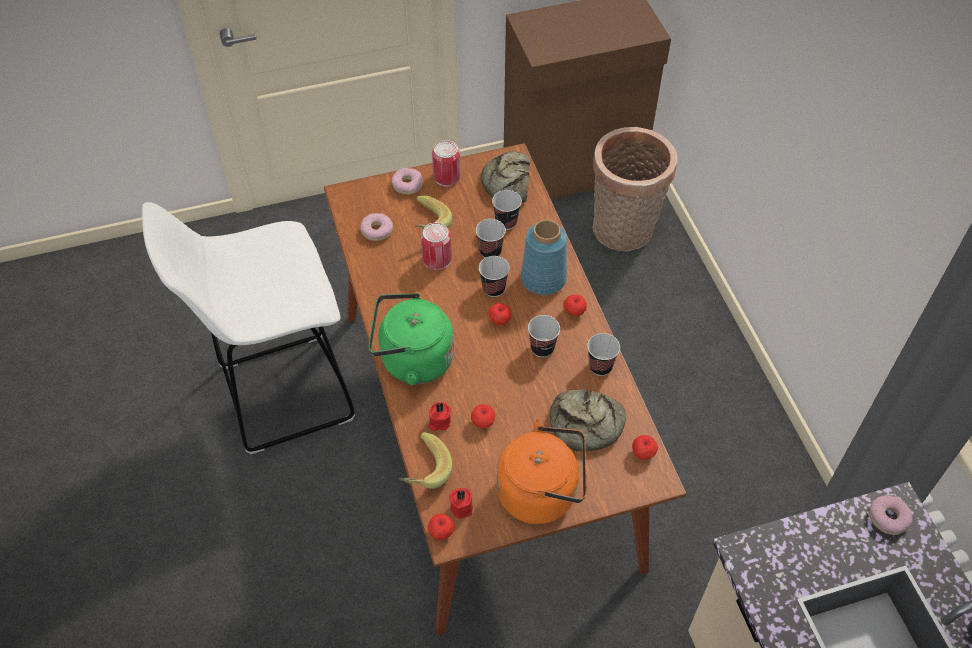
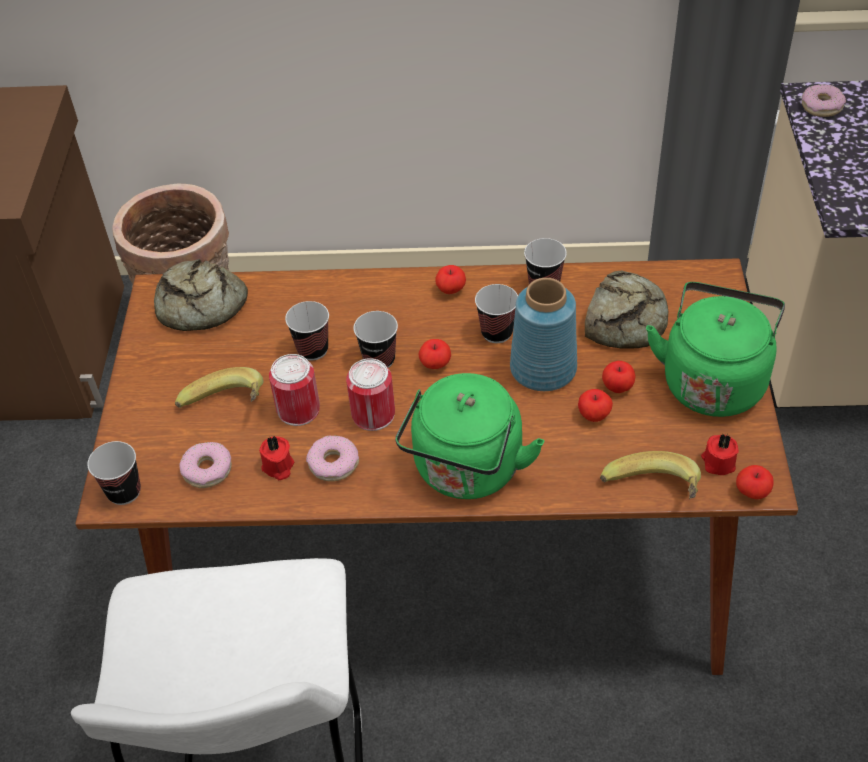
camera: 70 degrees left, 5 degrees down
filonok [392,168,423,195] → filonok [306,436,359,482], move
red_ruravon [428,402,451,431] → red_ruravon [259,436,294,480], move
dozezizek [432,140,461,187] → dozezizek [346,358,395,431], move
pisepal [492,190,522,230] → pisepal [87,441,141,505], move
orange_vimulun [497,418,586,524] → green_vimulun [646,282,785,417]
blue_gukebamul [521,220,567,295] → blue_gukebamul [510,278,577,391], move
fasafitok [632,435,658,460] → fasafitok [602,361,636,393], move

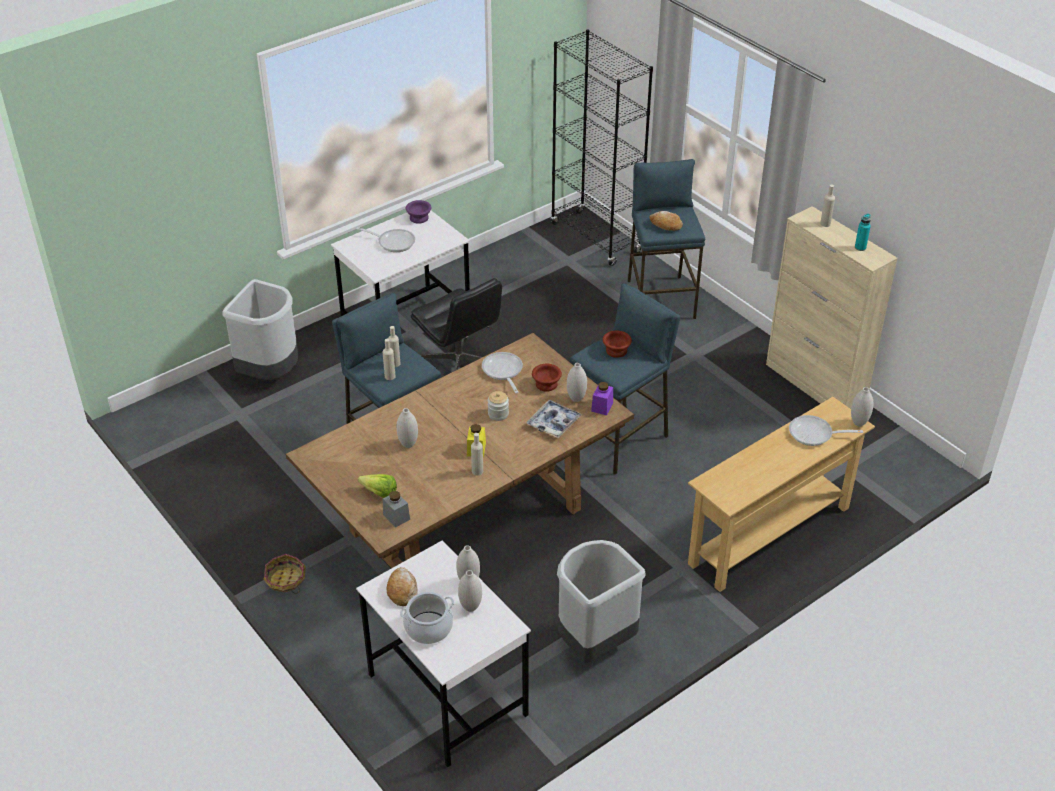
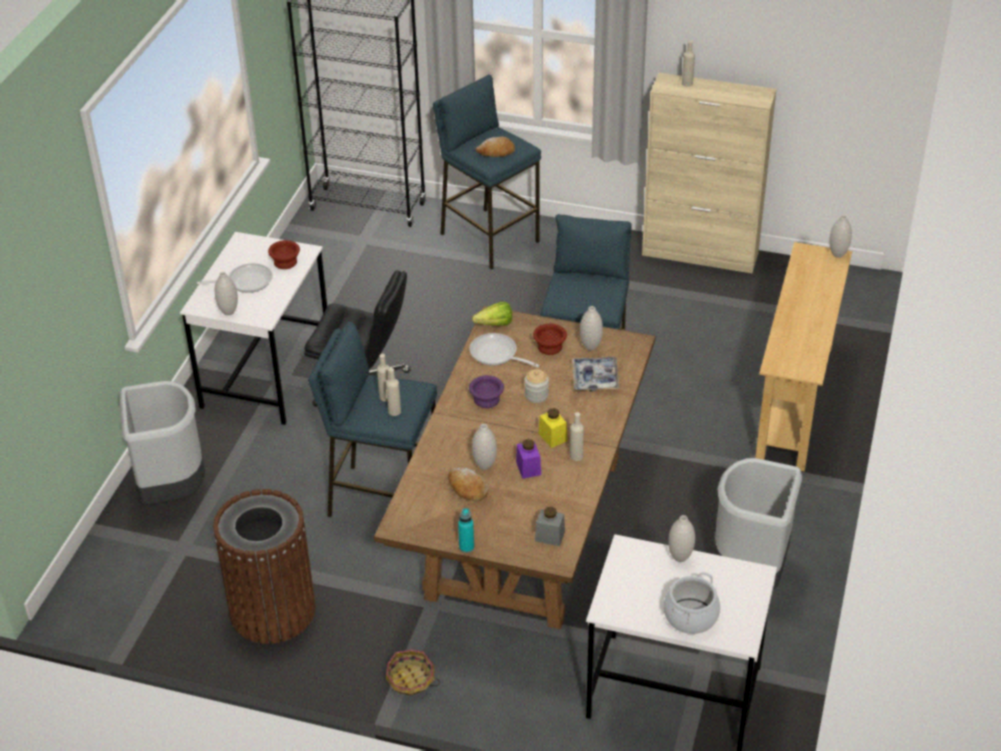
camera: 35 degrees left, 0 degrees up
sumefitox [358,474,397,498] → sumefitox [472,302,512,326], move
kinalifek [387,567,418,606] → kinalifek [448,467,489,501], move
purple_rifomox [406,200,432,224] → purple_rifomox [469,375,504,408], move
white_gukebamul [458,570,482,612] → white_gukebamul [215,272,238,315], move
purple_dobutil [591,382,613,415] → purple_dobutil [516,439,541,479], move
brown_rifomox [603,330,632,358] → brown_rifomox [268,240,300,269], move
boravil [789,415,863,446] → -
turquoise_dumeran [855,213,871,251] → turquoise_dumeran [458,508,474,553], move
- → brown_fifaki [213,489,316,644]

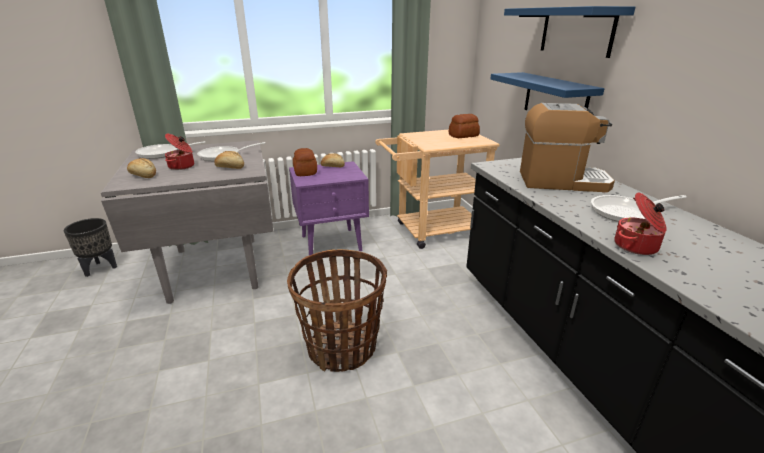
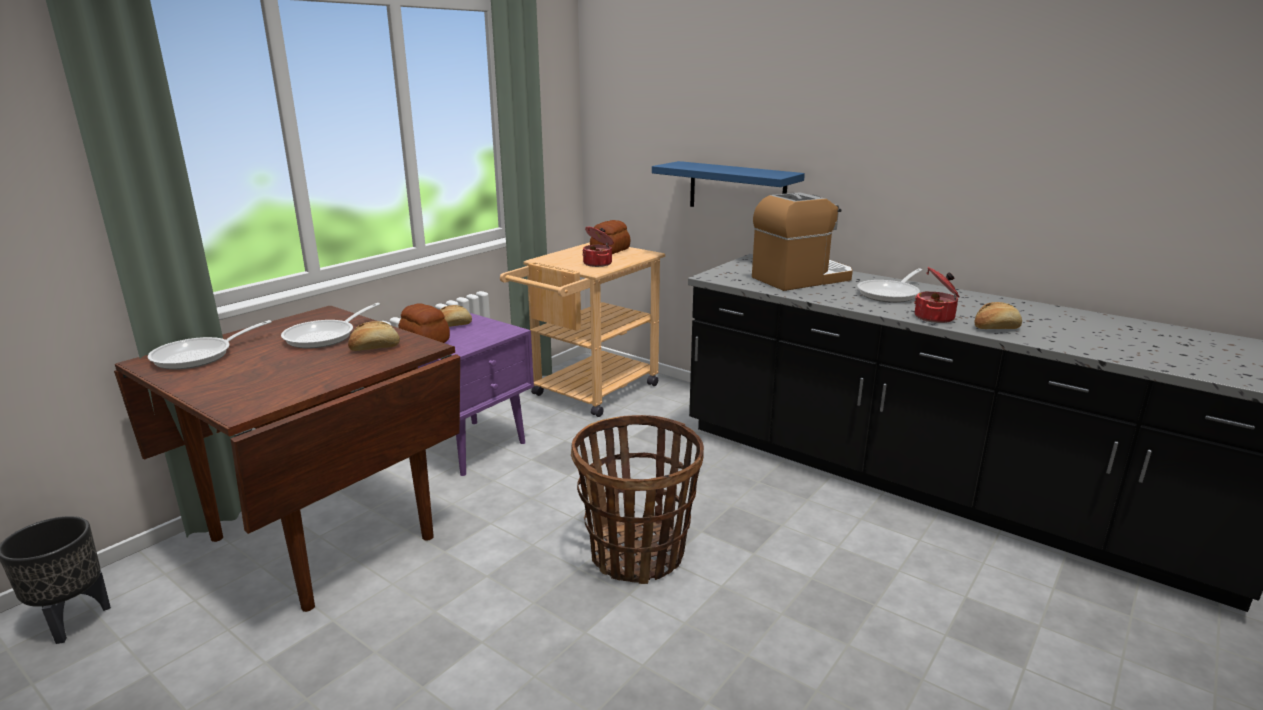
camera: 35 degrees left, 5 degrees down
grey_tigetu [101,140,274,304] → brown_tigetu [114,306,460,612]
kinalifek [127,158,156,178] → kinalifek [974,302,1022,329], move
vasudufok [165,134,194,170] → vasudufok [582,227,614,267], move
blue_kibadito [504,6,635,58] → -

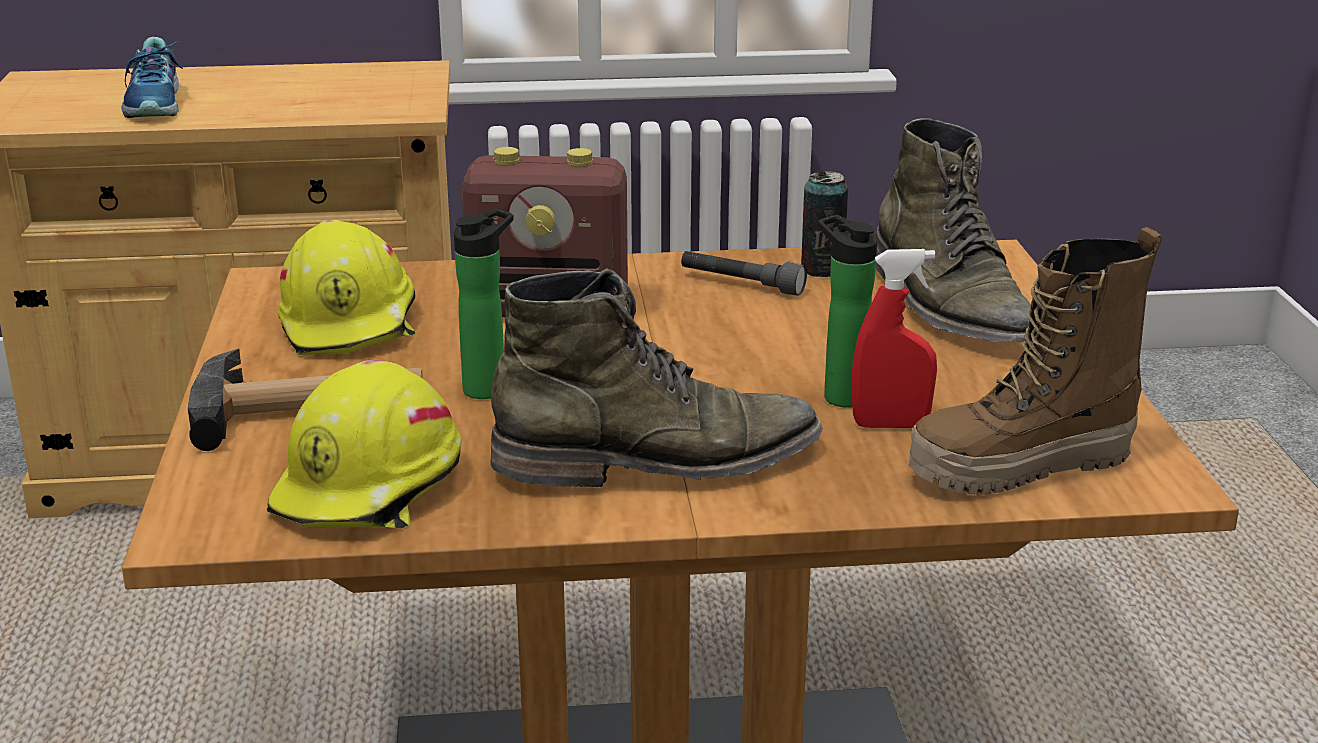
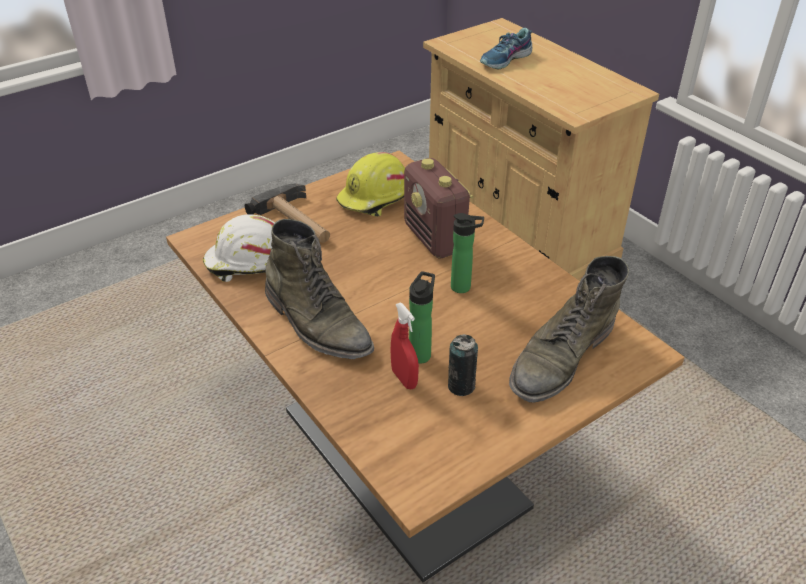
camera: 60 degrees right, 15 degrees up
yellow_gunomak [267,360,462,528] → white_gunomak [203,214,275,282]
dumeran [454,208,514,399] → dumeran [451,213,484,293], move
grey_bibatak [681,251,807,296] → -
dozezizek [801,171,848,277] → dozezizek [448,334,478,396], move
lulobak [908,227,1162,495] → -

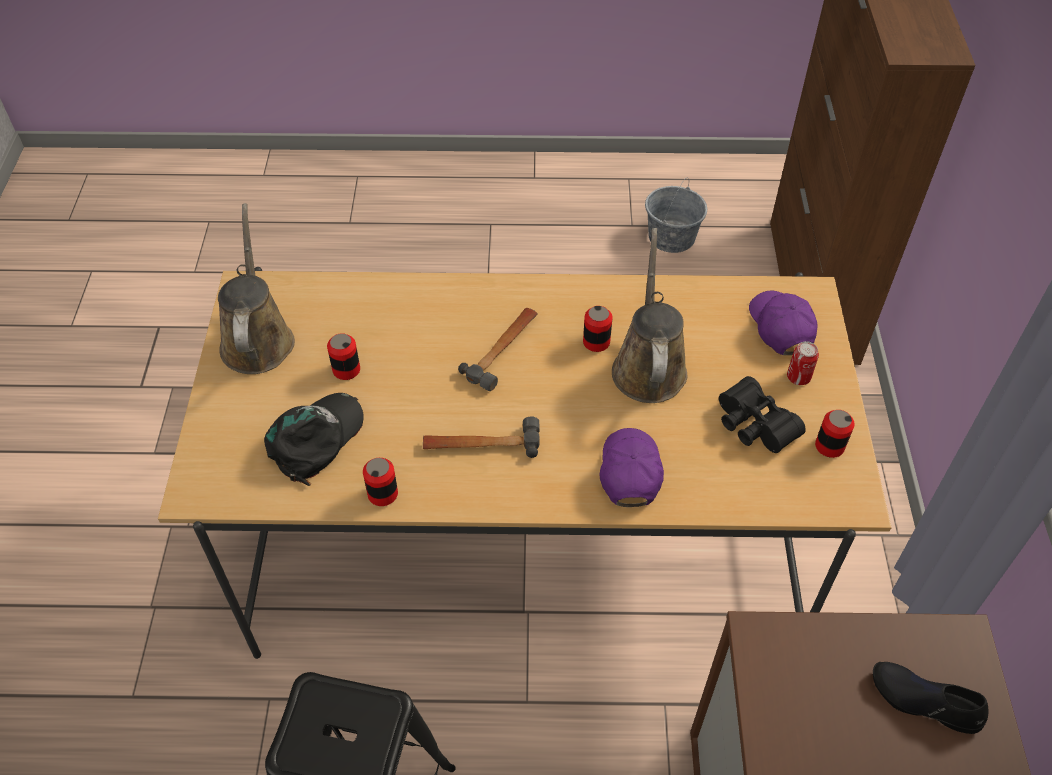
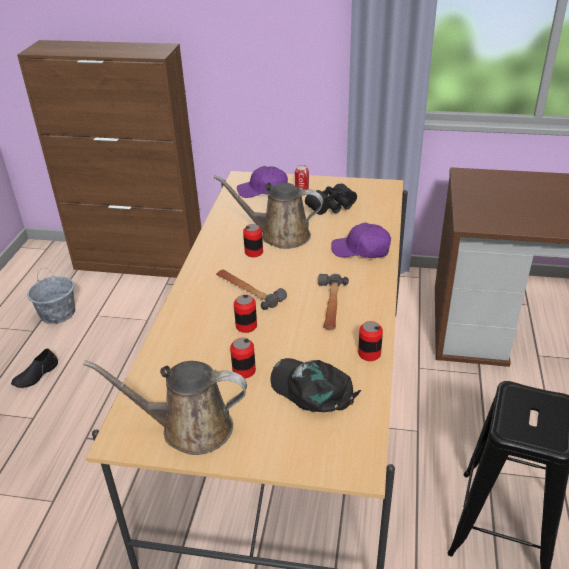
camera: 80 degrees left, 15 degrees down
dozezizek [815,410,855,458] → dozezizek [234,295,257,333], move
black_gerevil [873,662,988,734] → black_gerevil [11,348,58,388], move

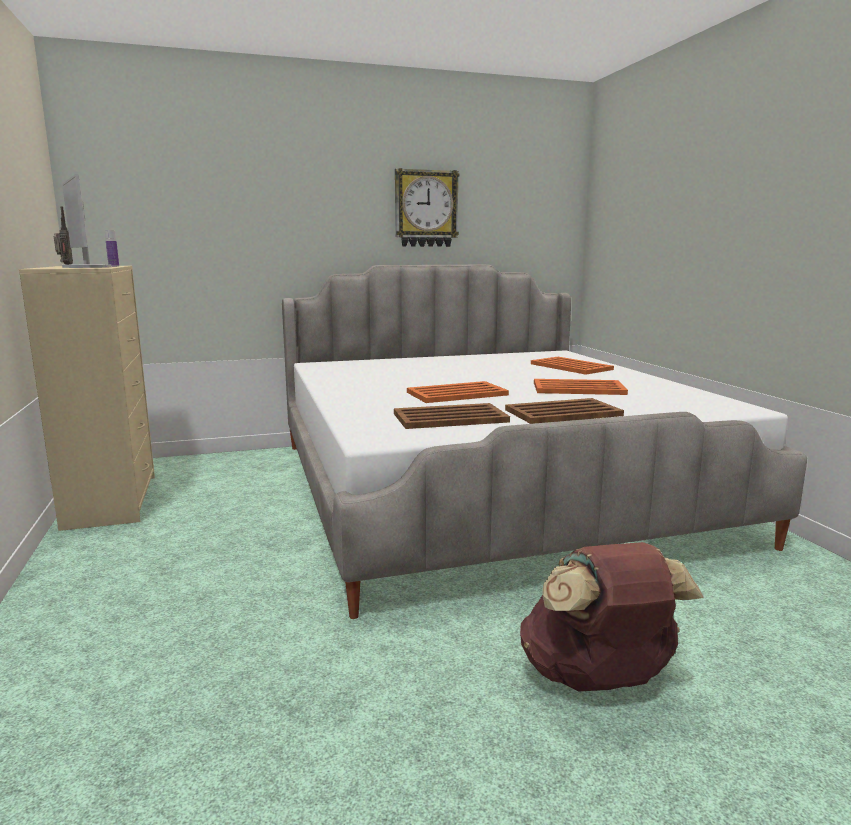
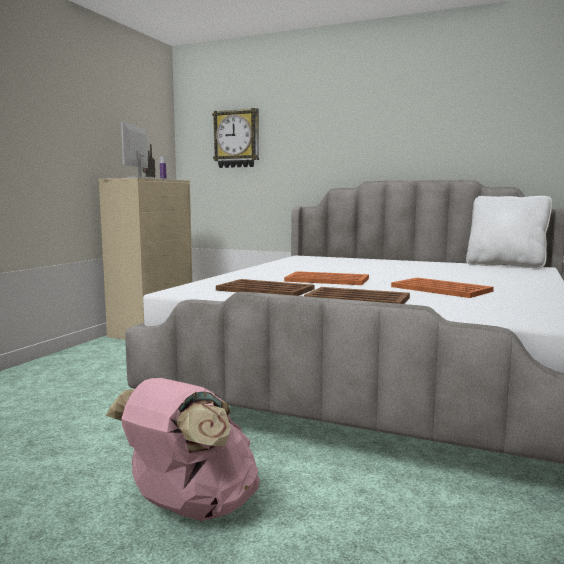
camera: 40 degrees right, 5 degrees down
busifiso [395,168,459,247] → busifiso [212,108,259,168], move
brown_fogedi [520,542,703,692] → pink_fogedi [105,378,260,521]
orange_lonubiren [531,357,614,375] → -
- → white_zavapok [466,196,552,268]

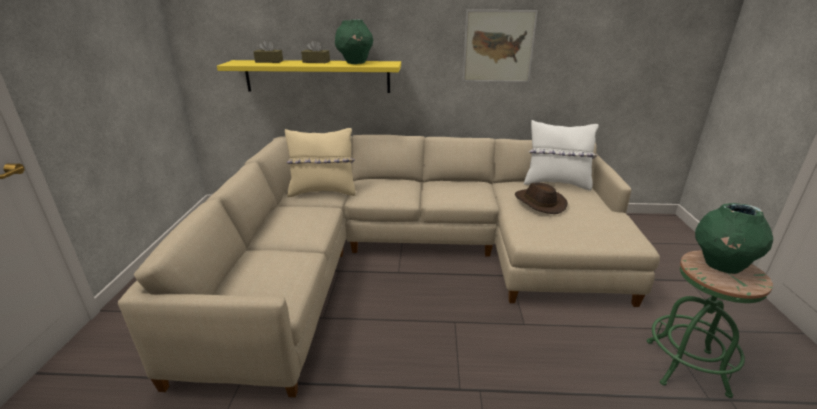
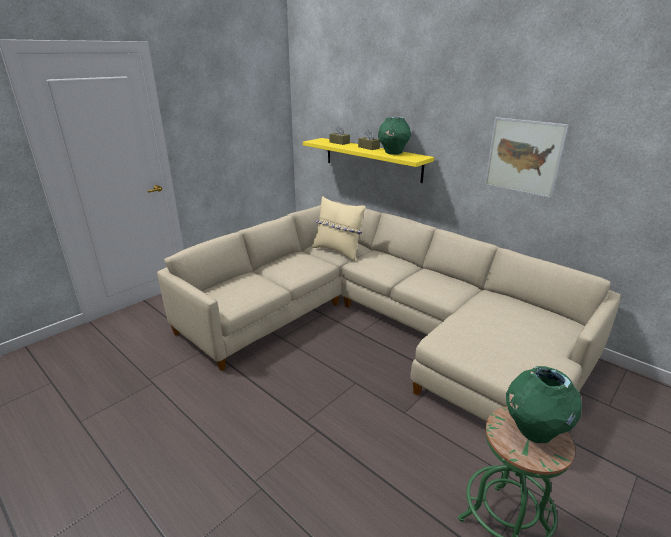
camera: 40 degrees right, 0 degrees up
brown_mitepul [515,182,568,214] → -
white_zavapok [524,120,598,191] → -

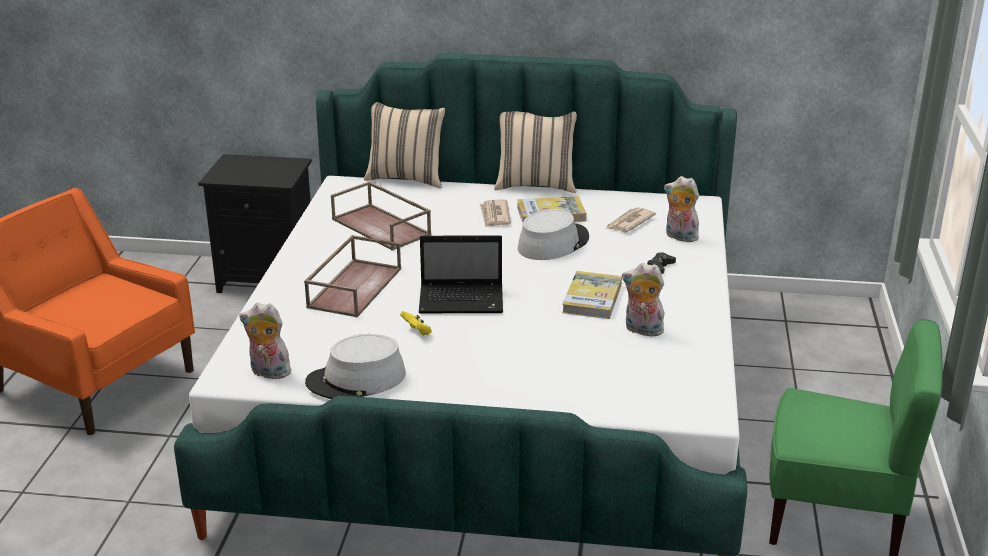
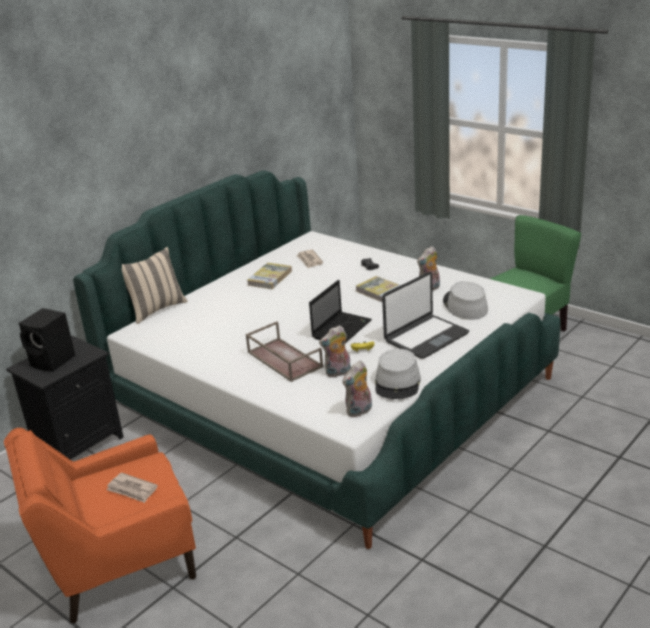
camera: 55 degrees left, 0 degrees up
brown_lonubiren [331,181,431,251] → -
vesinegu [480,200,511,228] → vesinegu [107,473,158,503], move
beige_zavapok [494,111,577,193] → -
grey_mitepul [518,209,589,260] → grey_mitepul [443,281,488,320], move
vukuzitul [664,176,699,242] → vukuzitul [319,325,351,377], move
- → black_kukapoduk [19,308,75,372]
- → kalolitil [382,272,469,359]

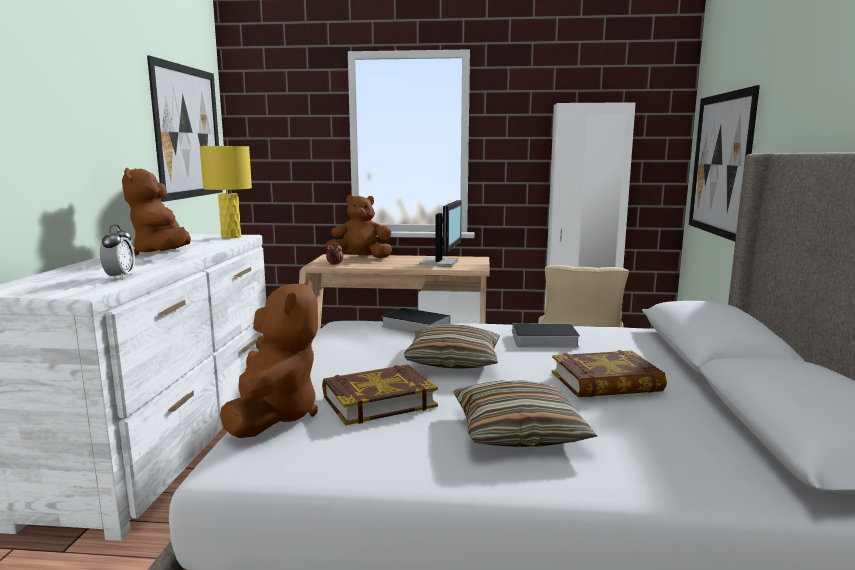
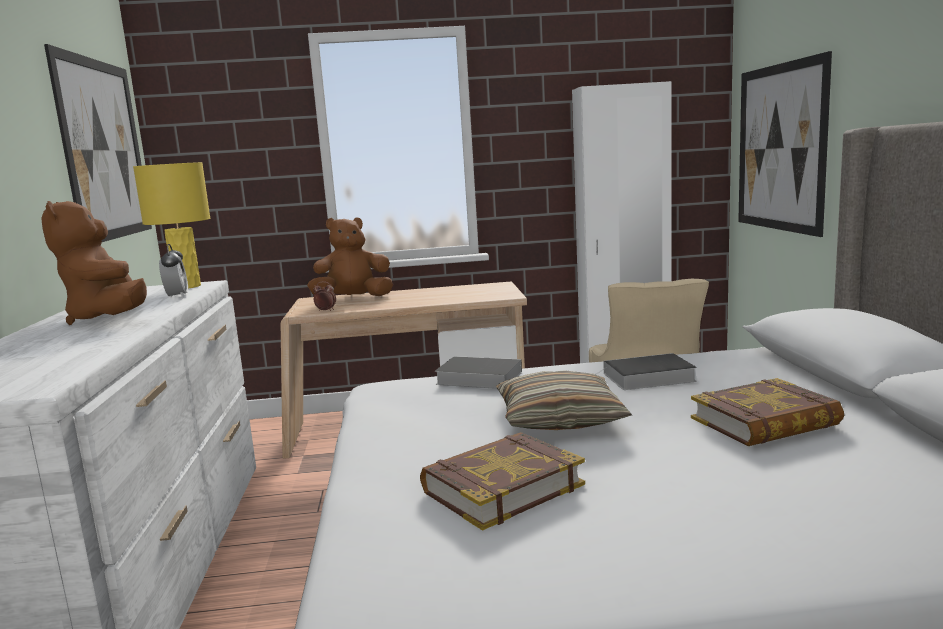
camera: 10 degrees left, 0 degrees up
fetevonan [100,224,135,280] → fetevonan [159,244,188,298], move
brown_vukuzitul [220,279,318,438] → -
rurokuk [419,200,462,267] → -
zavapok [453,380,597,447] → -

